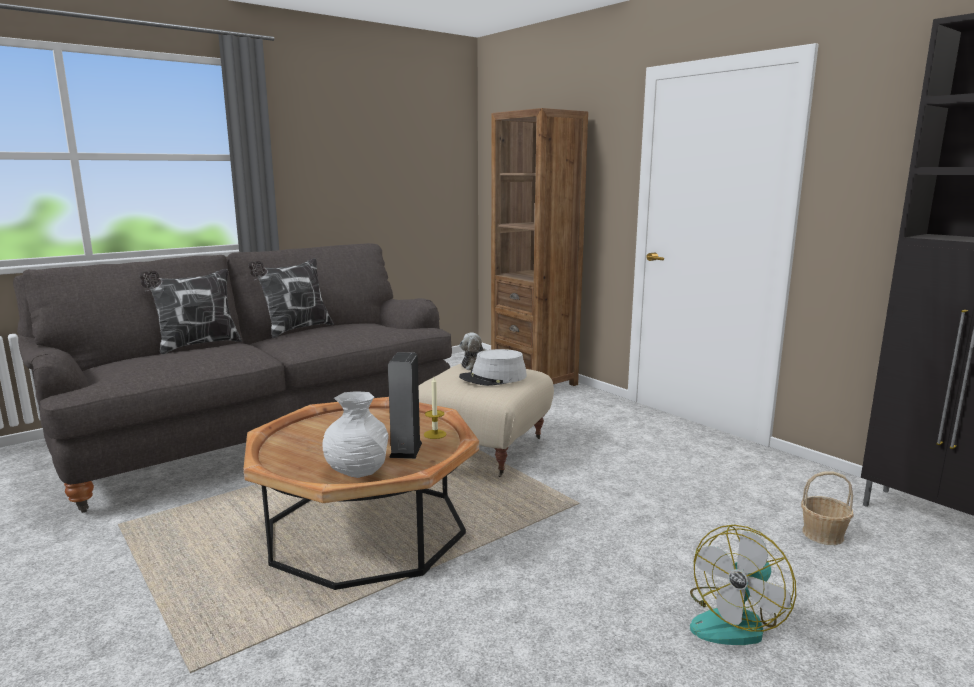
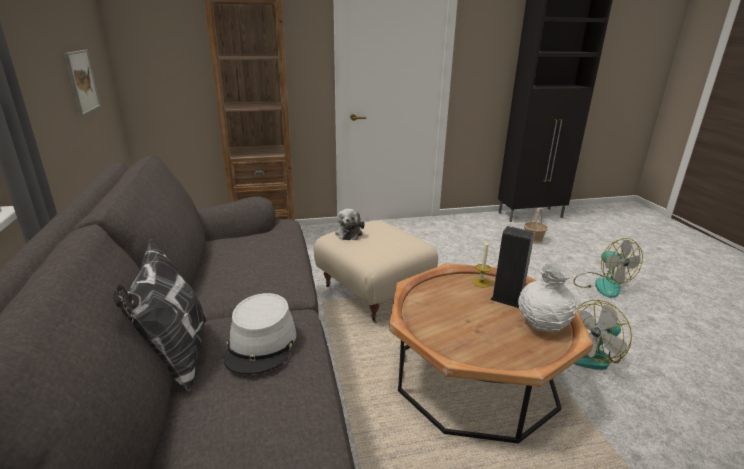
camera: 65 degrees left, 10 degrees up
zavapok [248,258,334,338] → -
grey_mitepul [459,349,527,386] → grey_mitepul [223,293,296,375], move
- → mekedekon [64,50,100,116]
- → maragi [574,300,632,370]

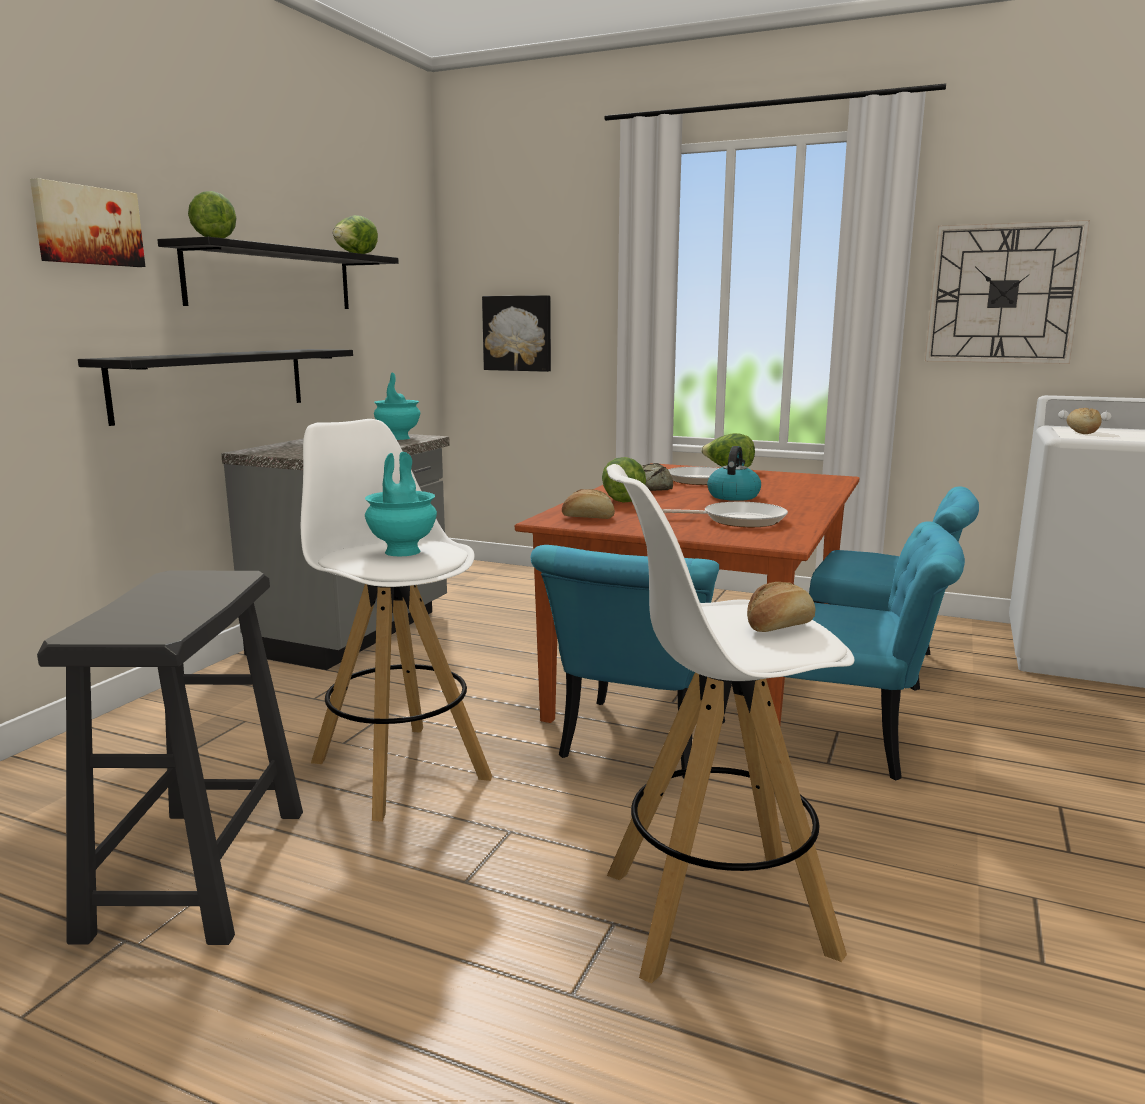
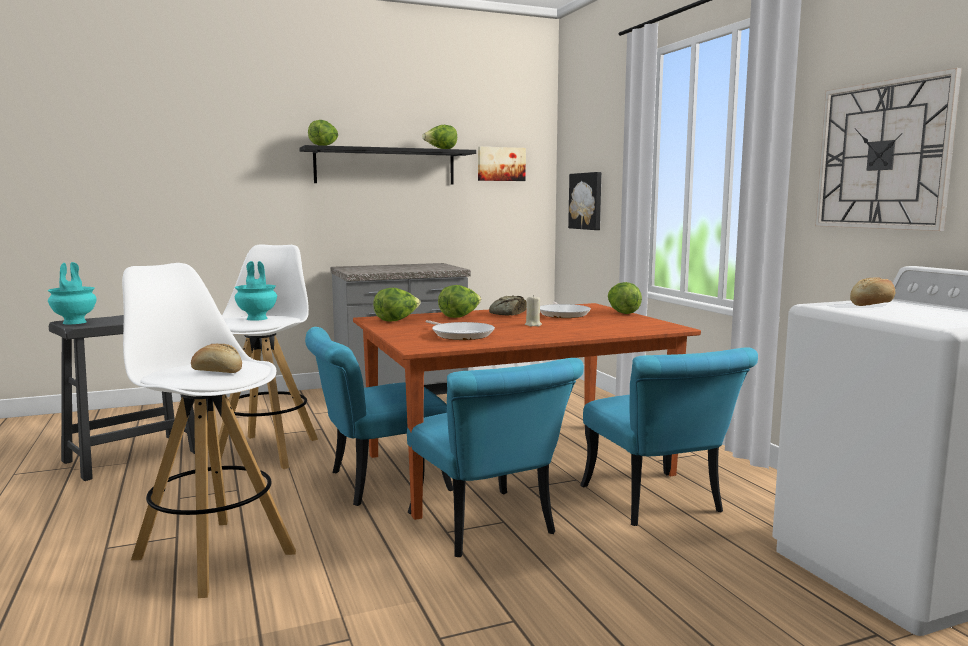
camera: 45 degrees right, 5 degrees down
mekedekon [30,178,145,267] → mekedekon [478,147,526,181], move
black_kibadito [78,349,353,426] → -
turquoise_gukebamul [374,372,420,440] → turquoise_gukebamul [48,262,97,324], move
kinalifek [562,489,615,519] → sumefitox [373,288,421,321]
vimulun [707,446,761,501] → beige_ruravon [525,295,542,326]

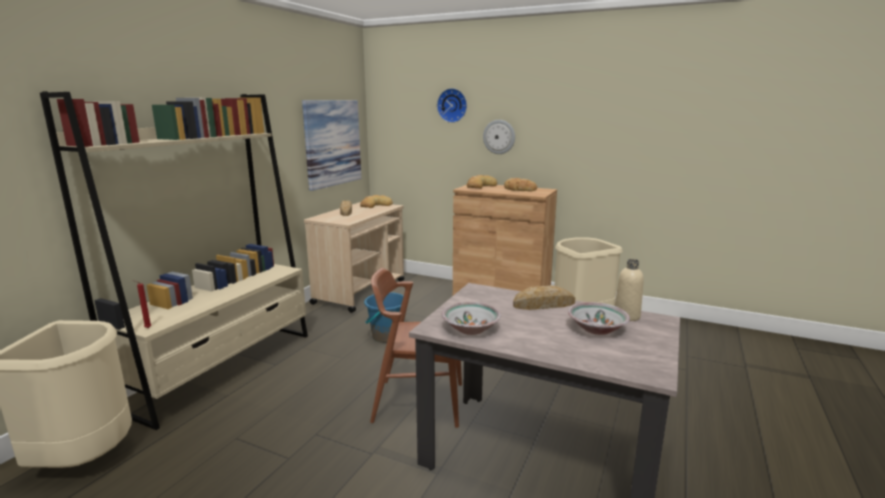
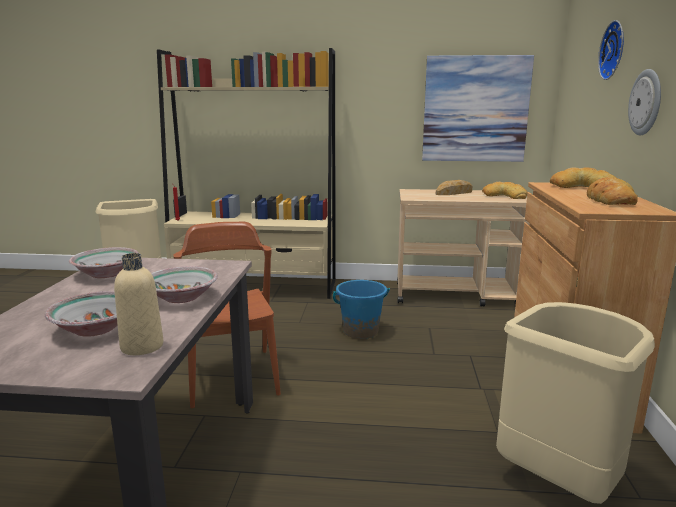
camera: 70 degrees right, 0 degrees up
kinalifek [513,285,575,310] → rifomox [151,266,218,303]

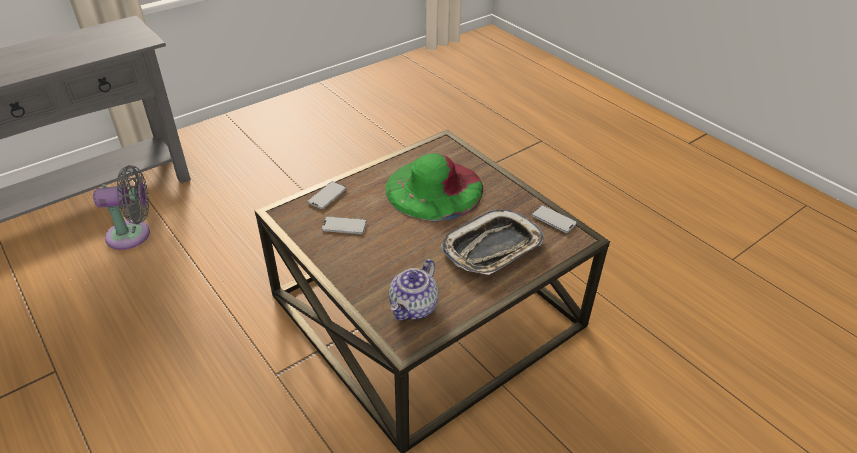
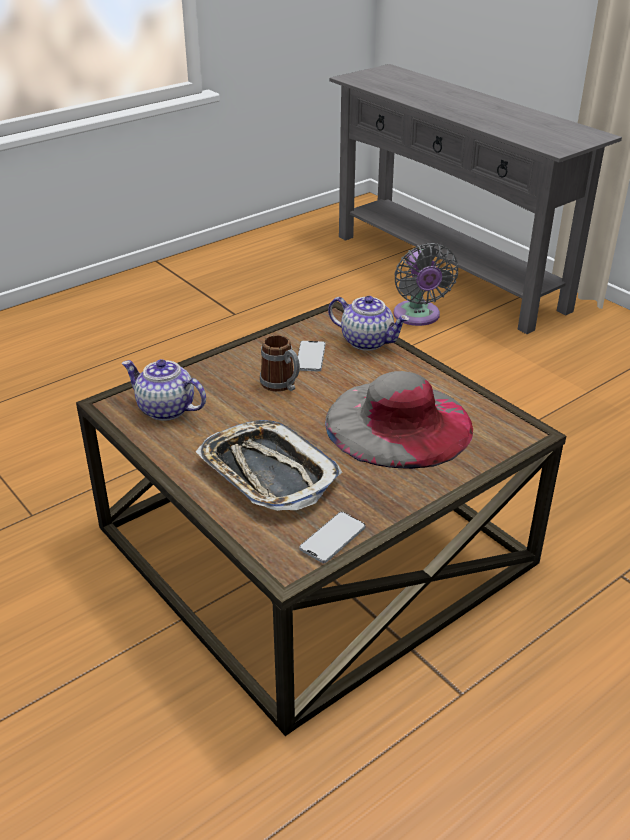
camera: 90 degrees right, 5 degrees down
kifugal [308,181,346,209] → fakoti [328,296,409,351]
green_mitepul [385,153,483,221] → grey_mitepul [325,371,473,469]
- → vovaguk [260,335,300,392]

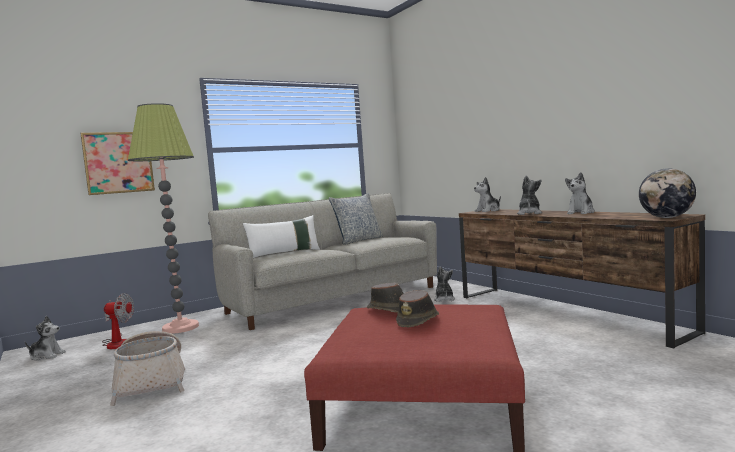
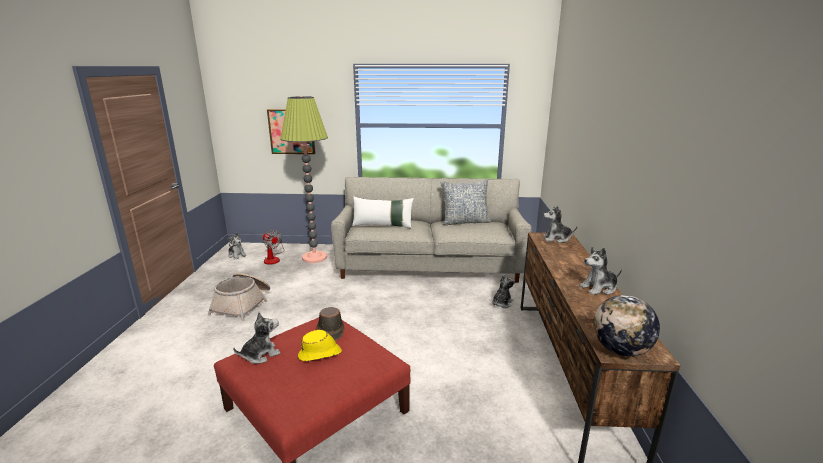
camera: 35 degrees right, 15 degrees up
brown_mitepul [396,290,439,327] → yellow_mitepul [298,330,342,361]
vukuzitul [517,175,542,215] → vukuzitul [233,312,280,364], move

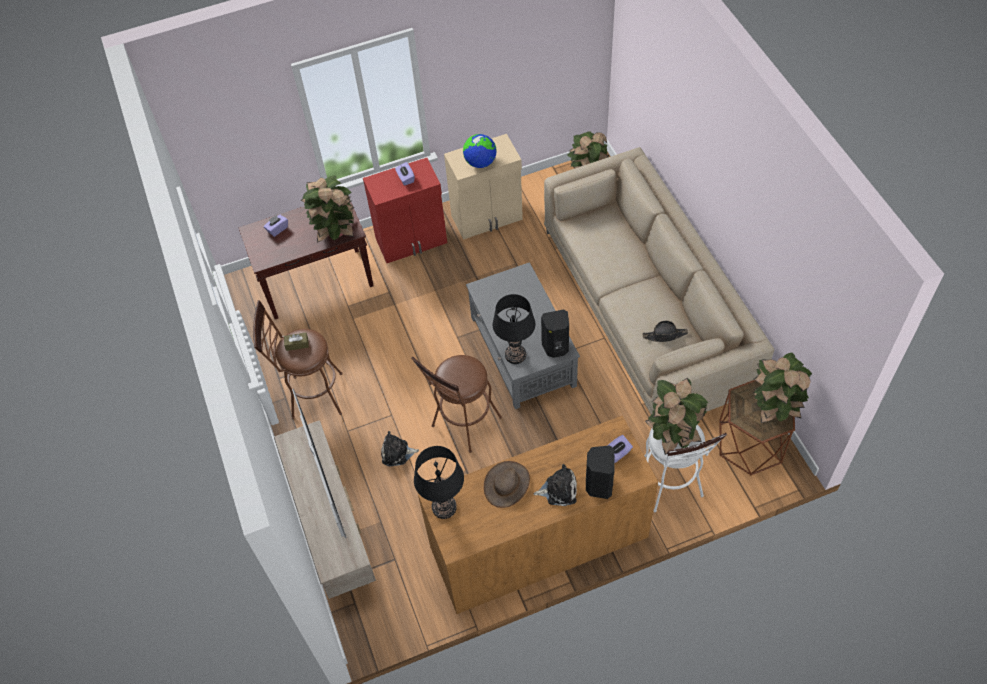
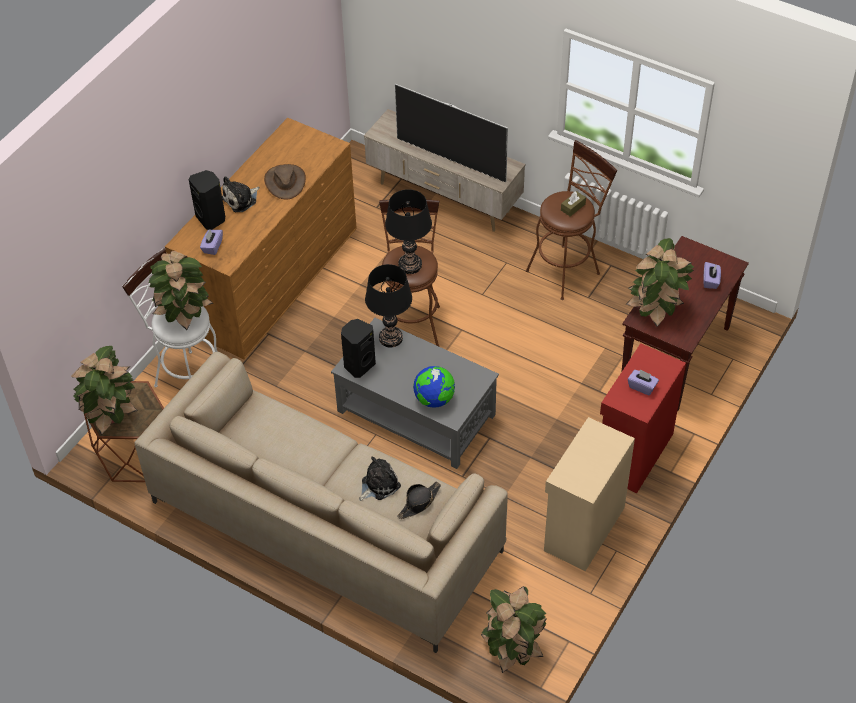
camera: 140 degrees right, 5 degrees down
vukuzitul [381,431,419,466] → vukuzitul [359,457,401,501], move
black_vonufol [414,446,464,519] → black_vonufol [385,189,432,274], move
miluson [463,134,497,168] → miluson [413,366,455,408], move
black_mitepul [643,321,688,342] → black_mitepul [397,481,441,519], move

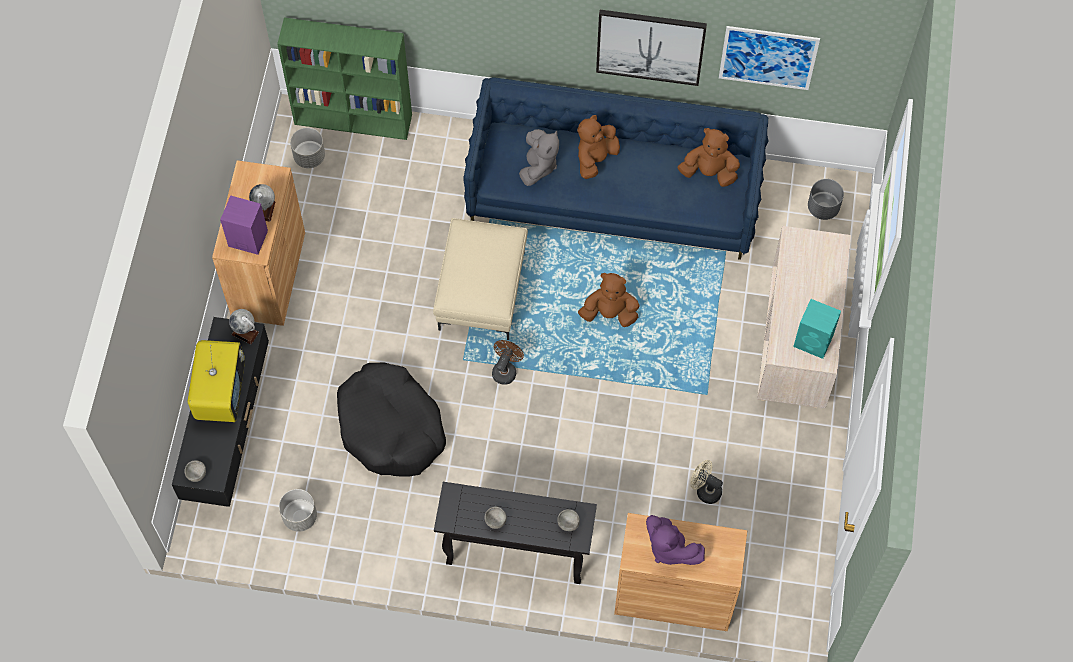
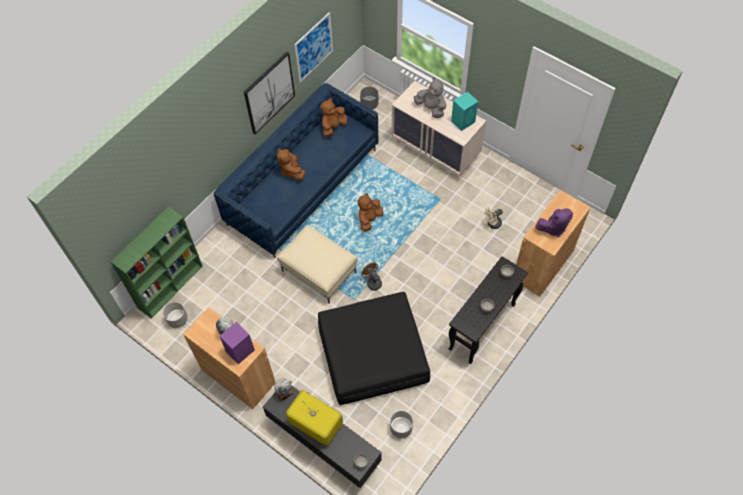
camera: 60 degrees left, 5 degrees down
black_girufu [337,363,446,477] → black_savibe [318,292,430,405]
grey_vukuzitul [519,129,559,186] → grey_vukuzitul [414,77,446,118], move

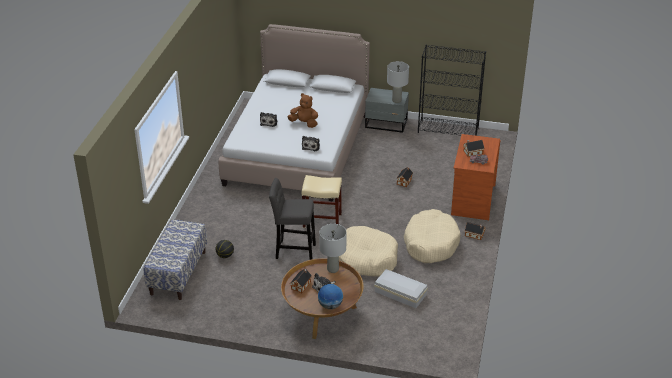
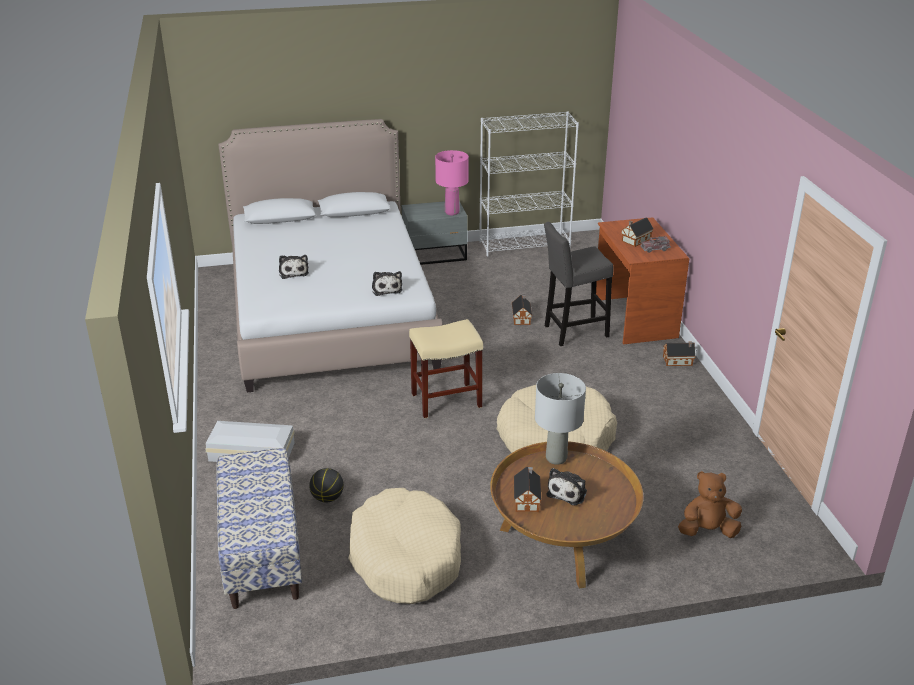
camera: 25 degrees left, 5 degrees down
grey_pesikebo [269,178,316,260] → grey_pesikebo [544,222,614,346], move
brown_vukuzitul [287,93,318,128] → brown_vukuzitul [678,471,742,538], move
miluson [318,284,343,309] → -
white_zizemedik [374,269,428,308] → white_zizemedik [205,421,295,462], move
grey_vonufol [387,61,409,103] → pink_vonufol [435,150,469,215]
beige_girufu [404,209,461,263] → beige_girufu [348,488,461,604], move
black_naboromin [418,45,486,136] → white_naboromin [479,112,579,256]

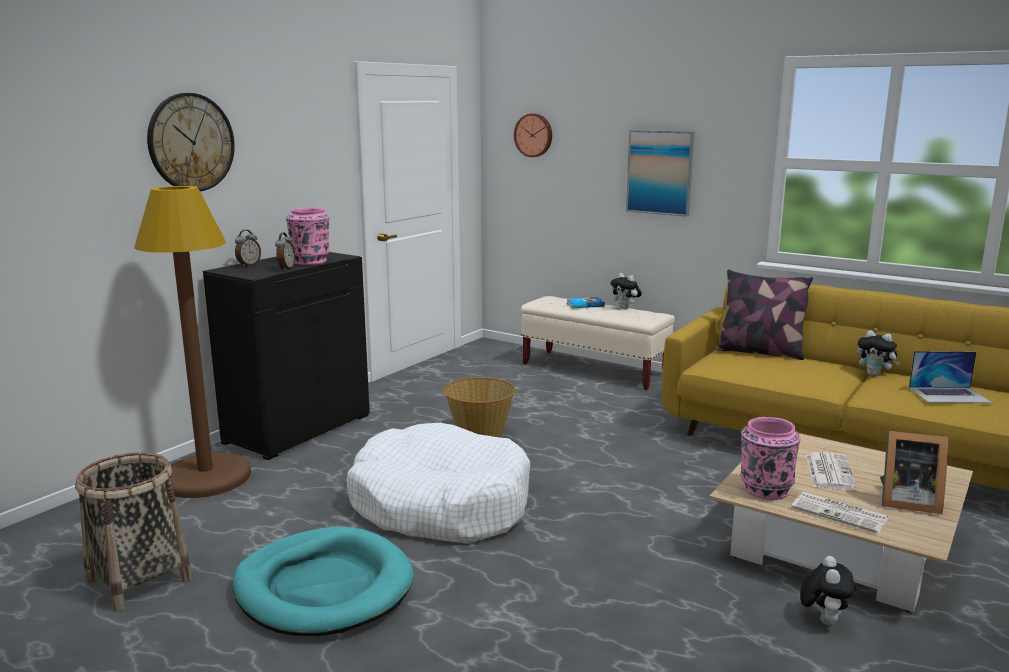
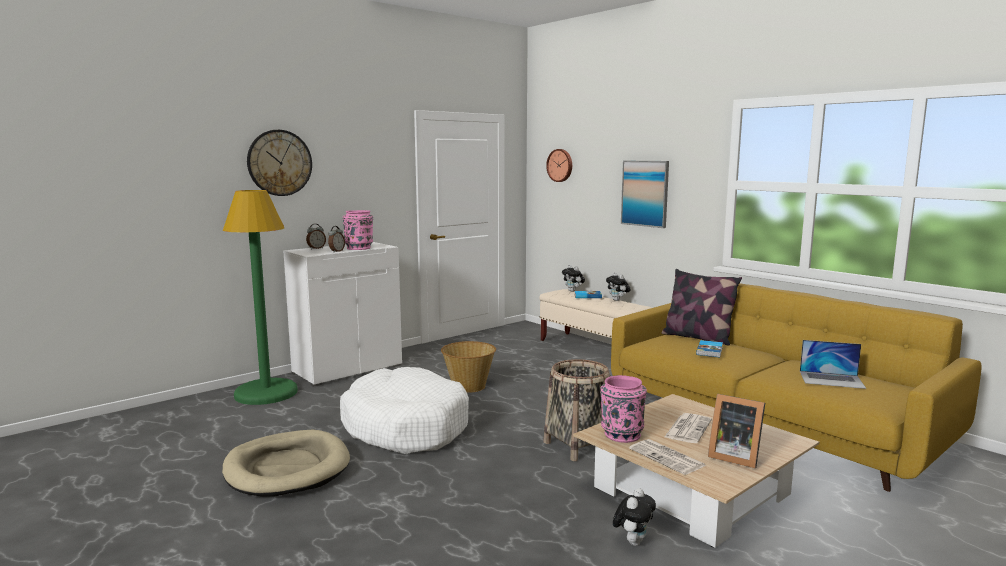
camera: 15 degrees right, 5 degrees down
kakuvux [75,452,192,612] → kakuvux [543,359,610,461], move
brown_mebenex [134,186,251,498] → green_mebenex [223,190,298,405]
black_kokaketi [203,252,370,460] → white_kokaketi [283,242,402,387]
turquoise_girufu [232,527,414,636] → beige_girufu [222,429,350,497]
vukuzitul [857,330,900,376] → vukuzitul [562,265,585,292], move
- → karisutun [696,340,723,357]

